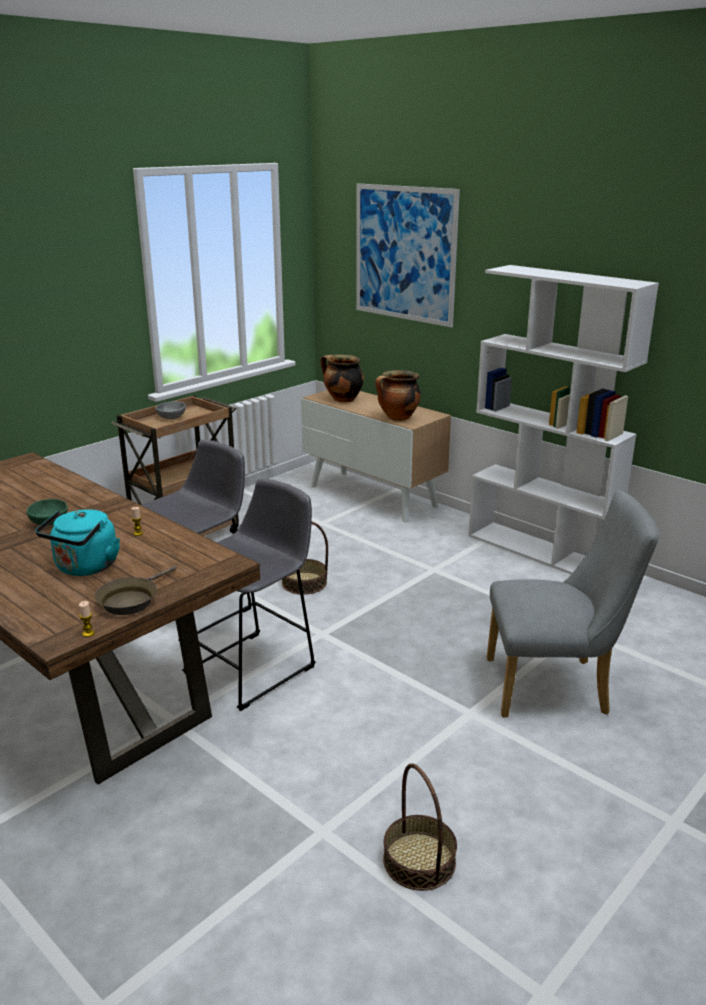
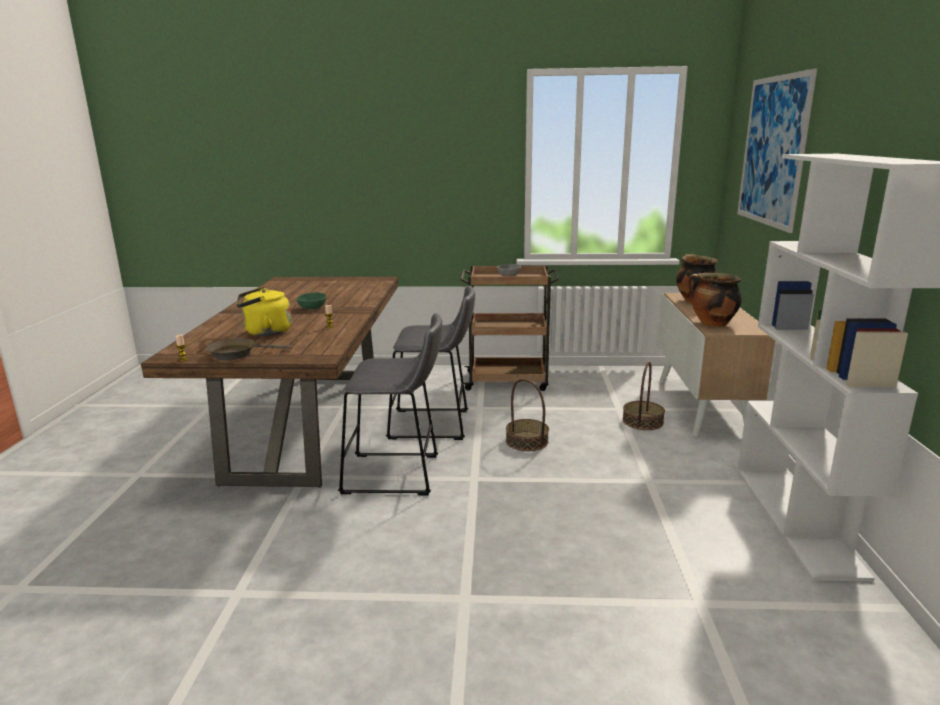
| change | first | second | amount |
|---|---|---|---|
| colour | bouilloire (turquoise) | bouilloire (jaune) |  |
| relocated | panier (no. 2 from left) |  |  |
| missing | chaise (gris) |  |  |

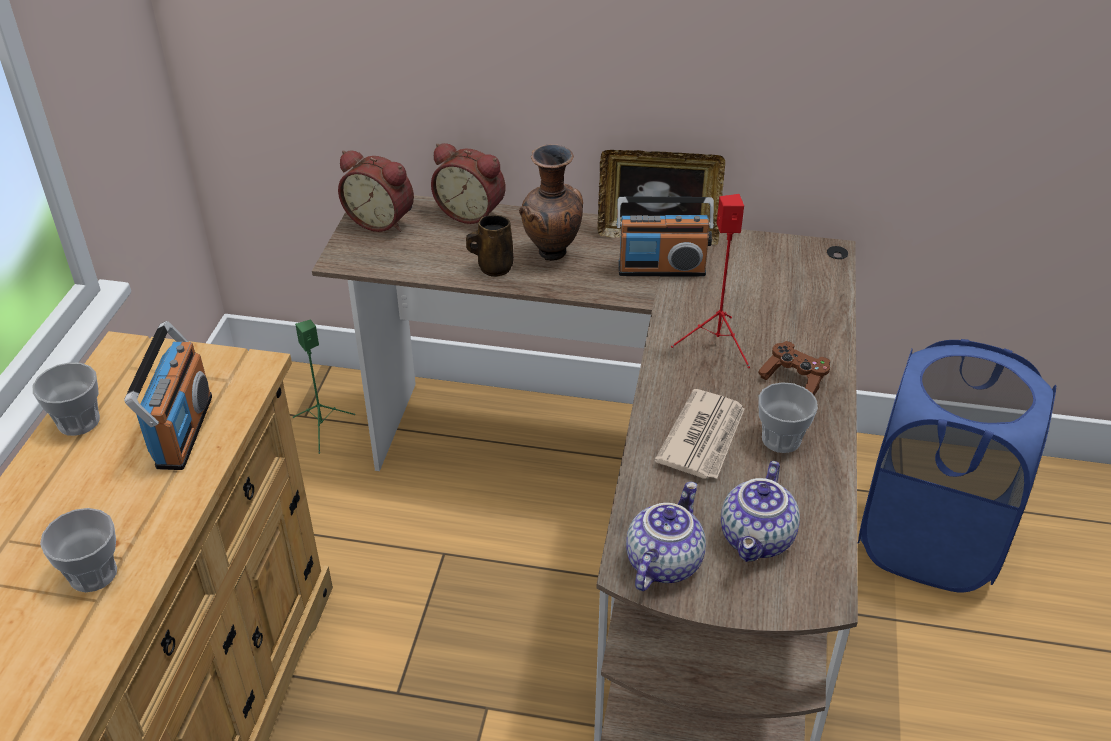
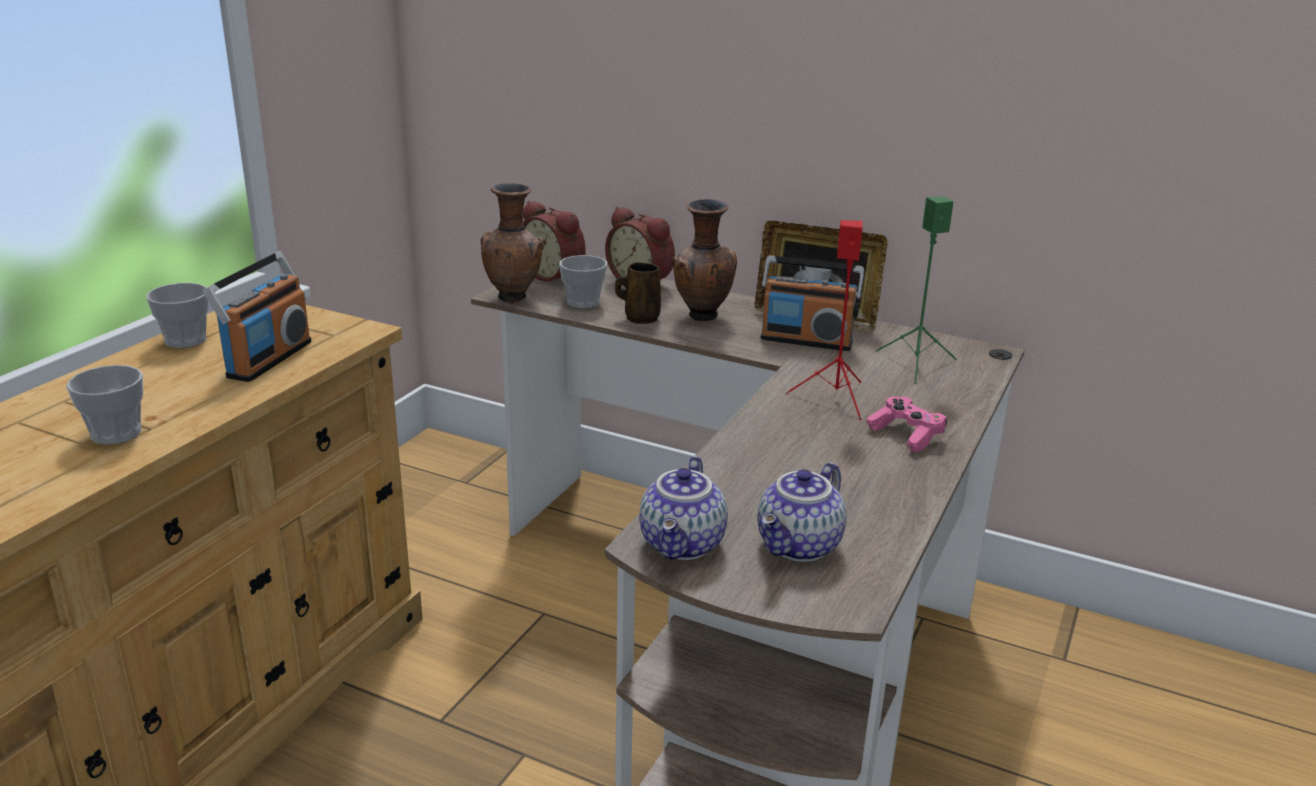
| change | first | second | amount |
|---|---|---|---|
| appeared |  | vase (marron) (no. 1 from left) |  |
| relocated | tasse (no. 3 from left) |  |  |
| spun | théière (no. 1 from left) |  | 150 degrees clockwise |
| colour | manette (marron) | manette (rose) |  |
| relocated | enceinte (vert) |  |  |
| missing | journal |  |  |
| missing | panier à linge (bleu) |  |  |

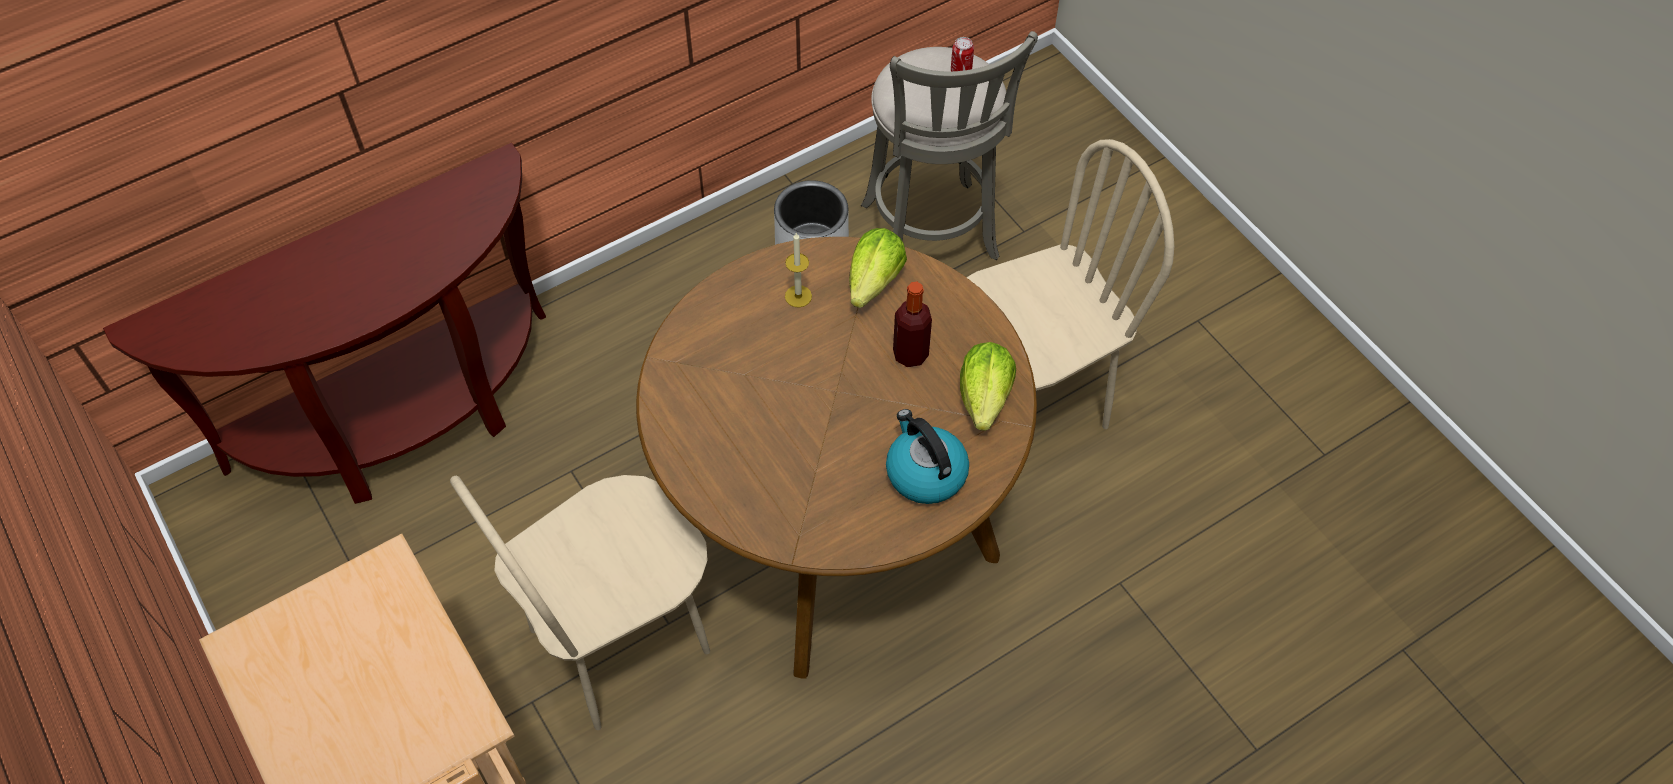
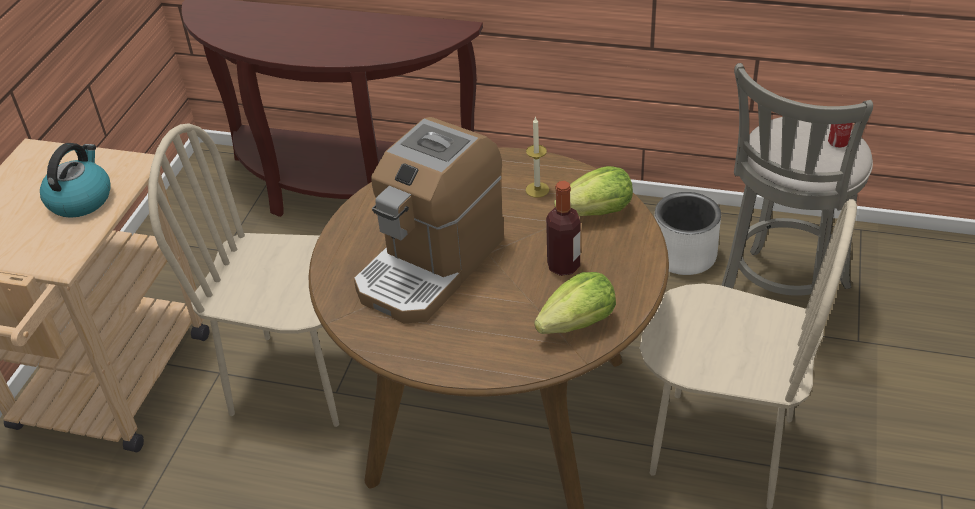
| change | first | second | amount |
|---|---|---|---|
| relocated | bouilloire |  |  |
| appeared |  | machine à café |  |

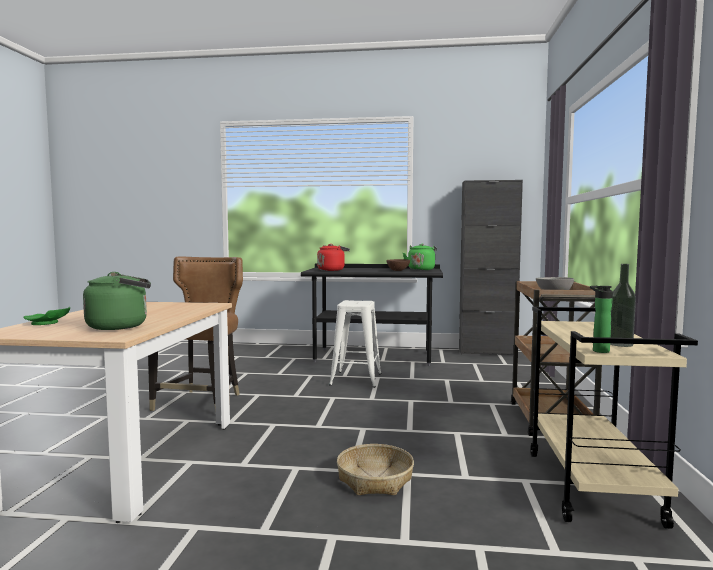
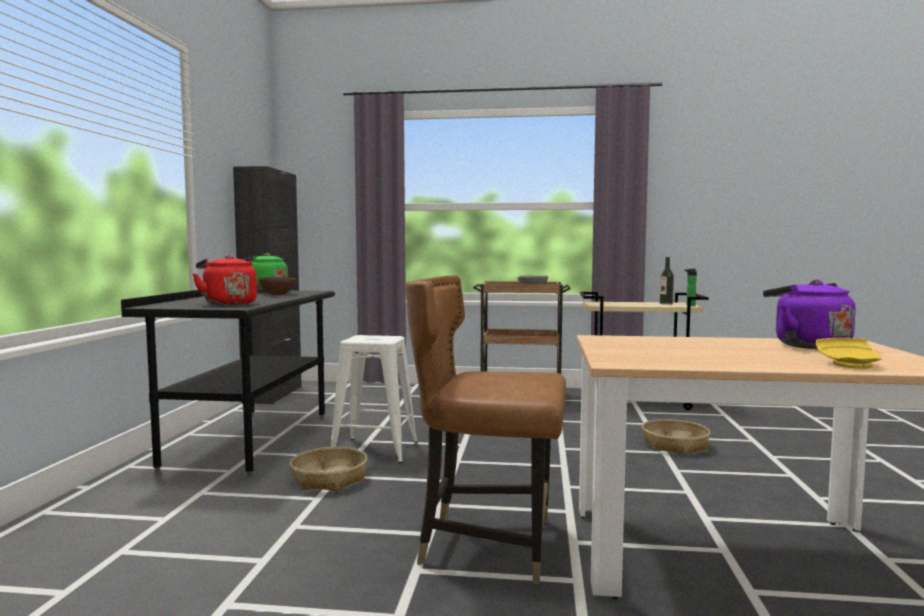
| change | first | second | amount |
|---|---|---|---|
| appeared |  | panier (no. 1 from left) |  |
| colour | bouilloire (vert) (no. 1 from left) | bouilloire (violet) |  |
| colour | assiette (vert) | assiette (jaune) |  |

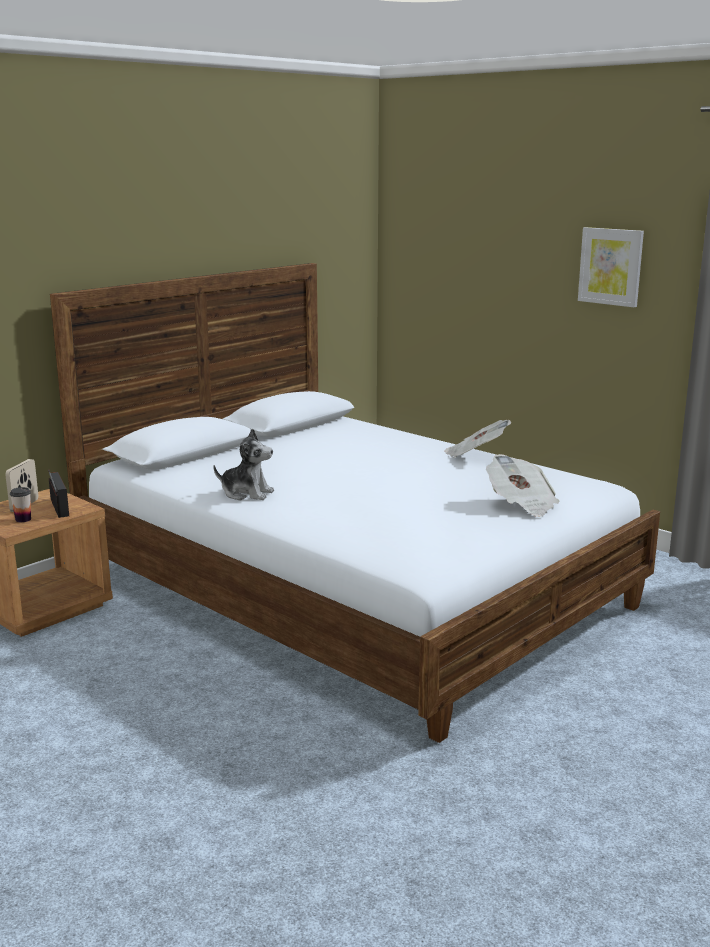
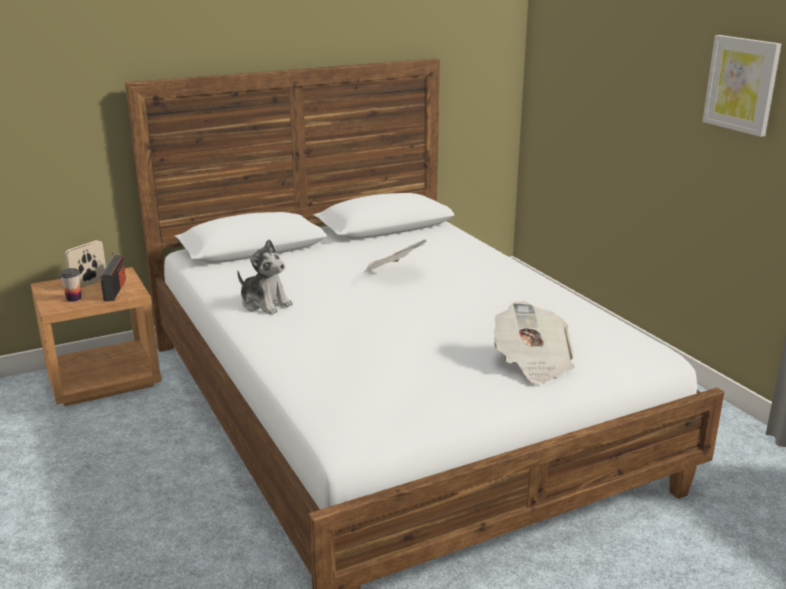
| change | first | second | amount |
|---|---|---|---|
| relocated | journal (no. 1 from left) |  |  |

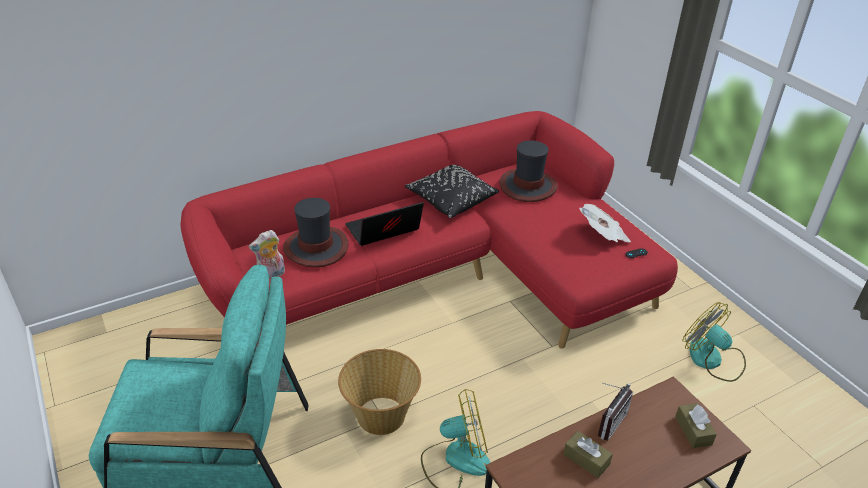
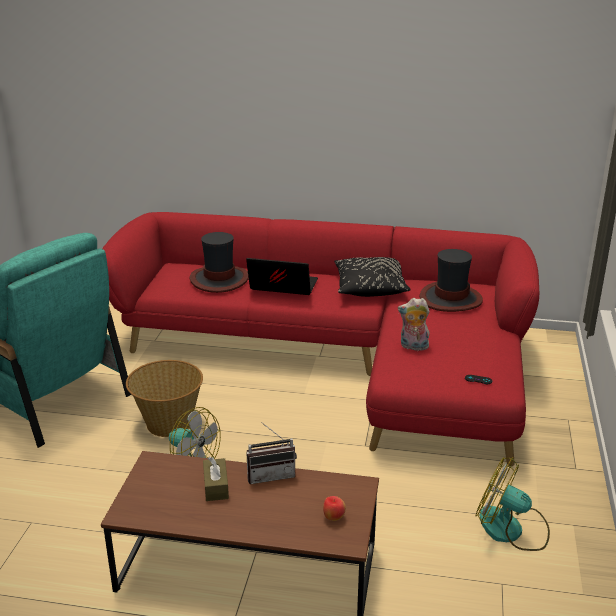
| change | first | second | amount |
|---|---|---|---|
| exchanged | boîte à mouchoirs (marron) (no. 2 from left) | pomme |  |
| relocated | peluche |  |  |
| spun | ventilateur (no. 2 from left) |  | 60 degrees counterclockwise |
| missing | journal |  |  |

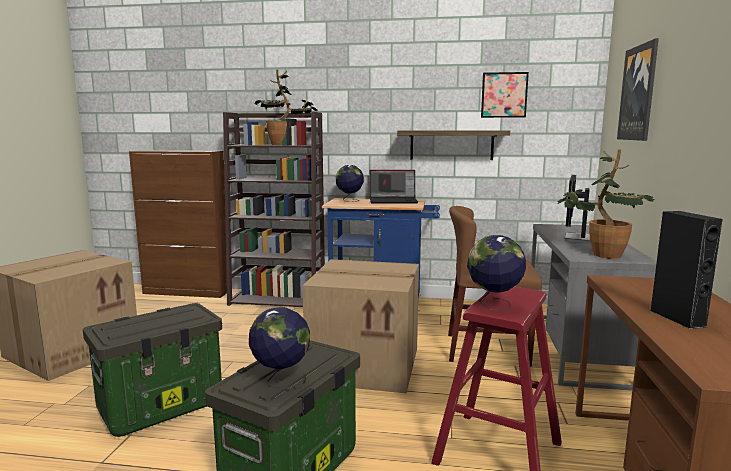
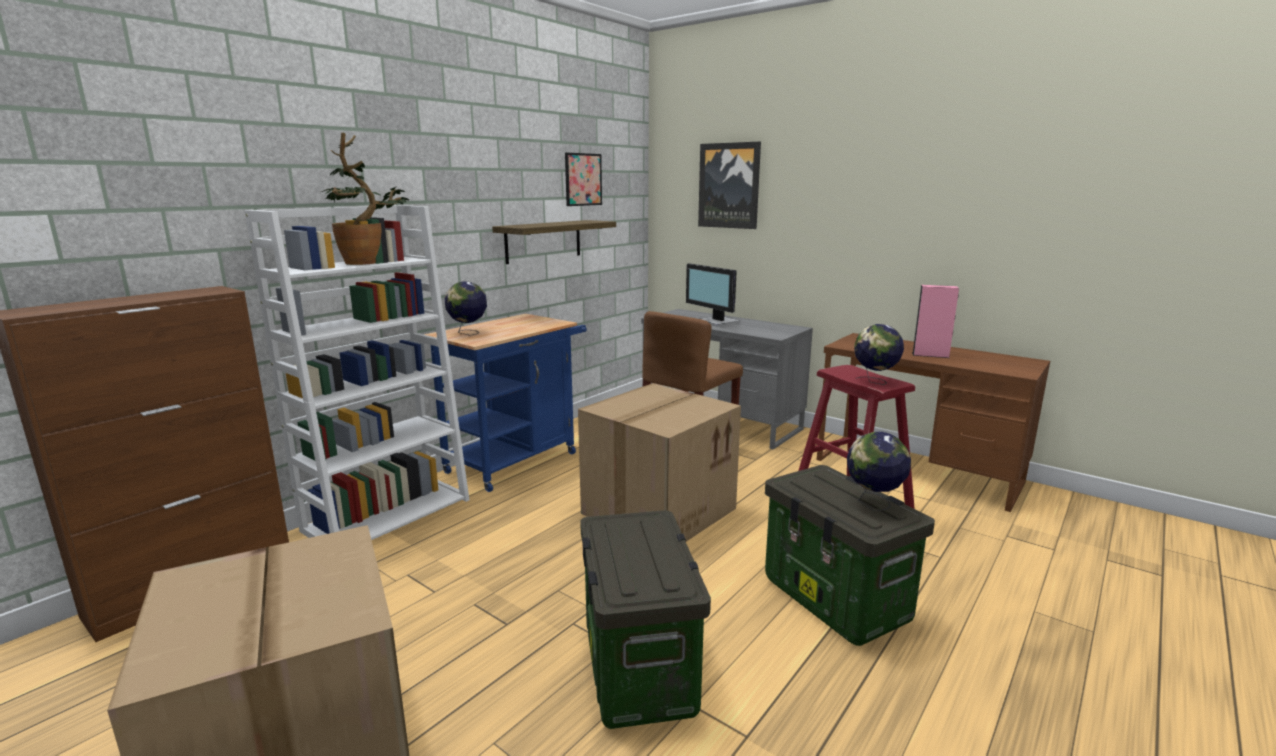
| change | first | second | amount |
|---|---|---|---|
| colour | bibliothèque (marron) | bibliothèque (blanc) |  |
| colour | enceinte (noir) | enceinte (rose) |  |
| missing | ordinateur portable |  |  |
| missing | plante en pot (no. 2 from left) |  |  |

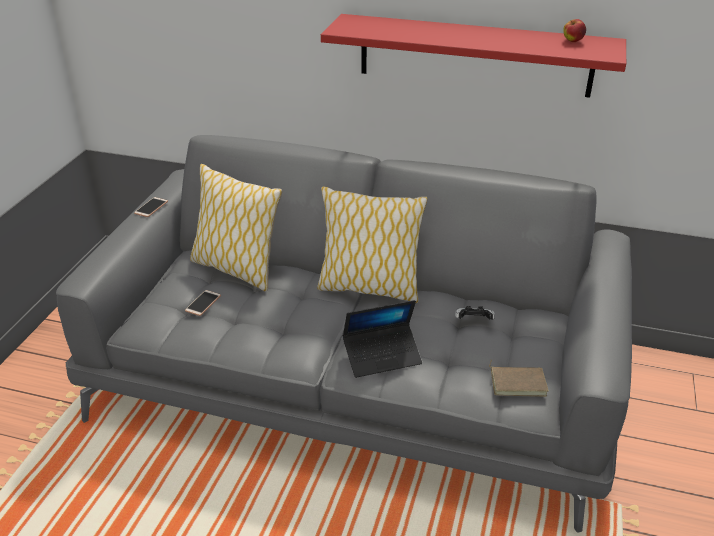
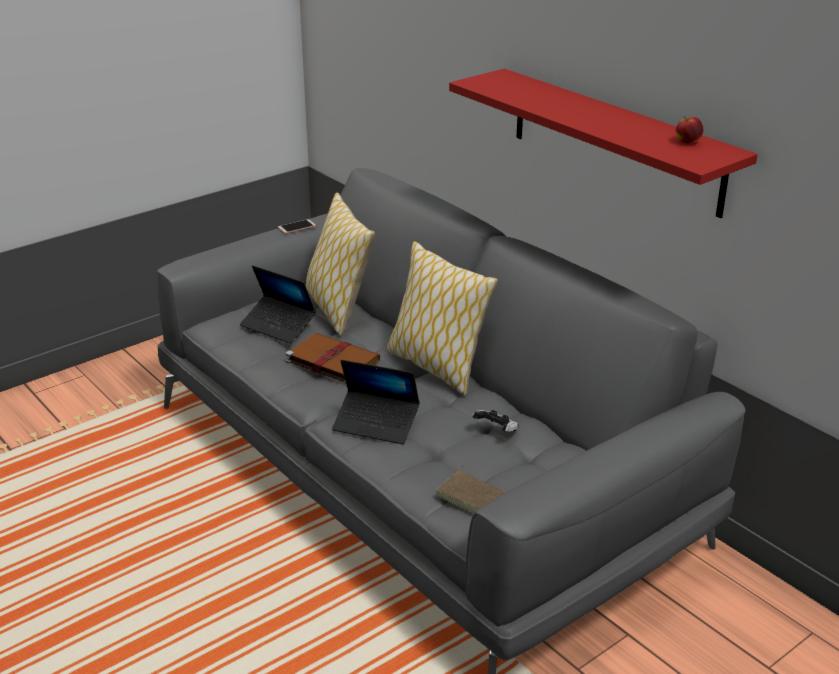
| change | first | second | amount |
|---|---|---|---|
| exchanged | téléphone (no. 2 from left) | ordinateur portable (no. 1 from left) |  |
| appeared |  | livre (marron) (no. 1 from left) |  |

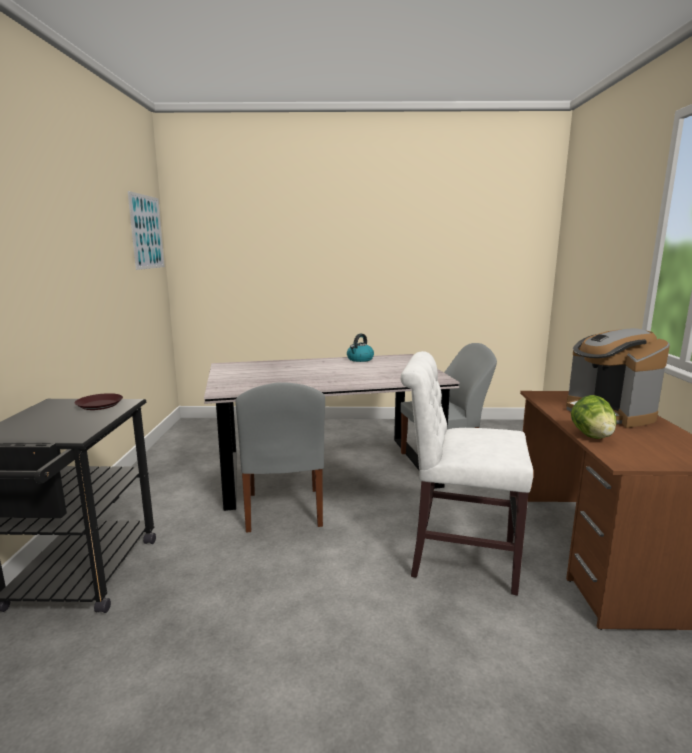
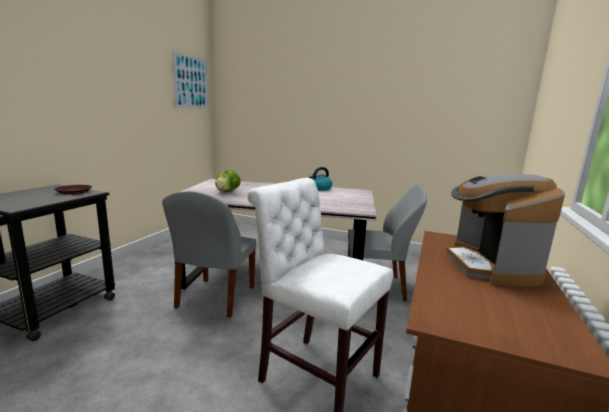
| change | first | second | amount |
|---|---|---|---|
| relocated | laitue |  |  |

